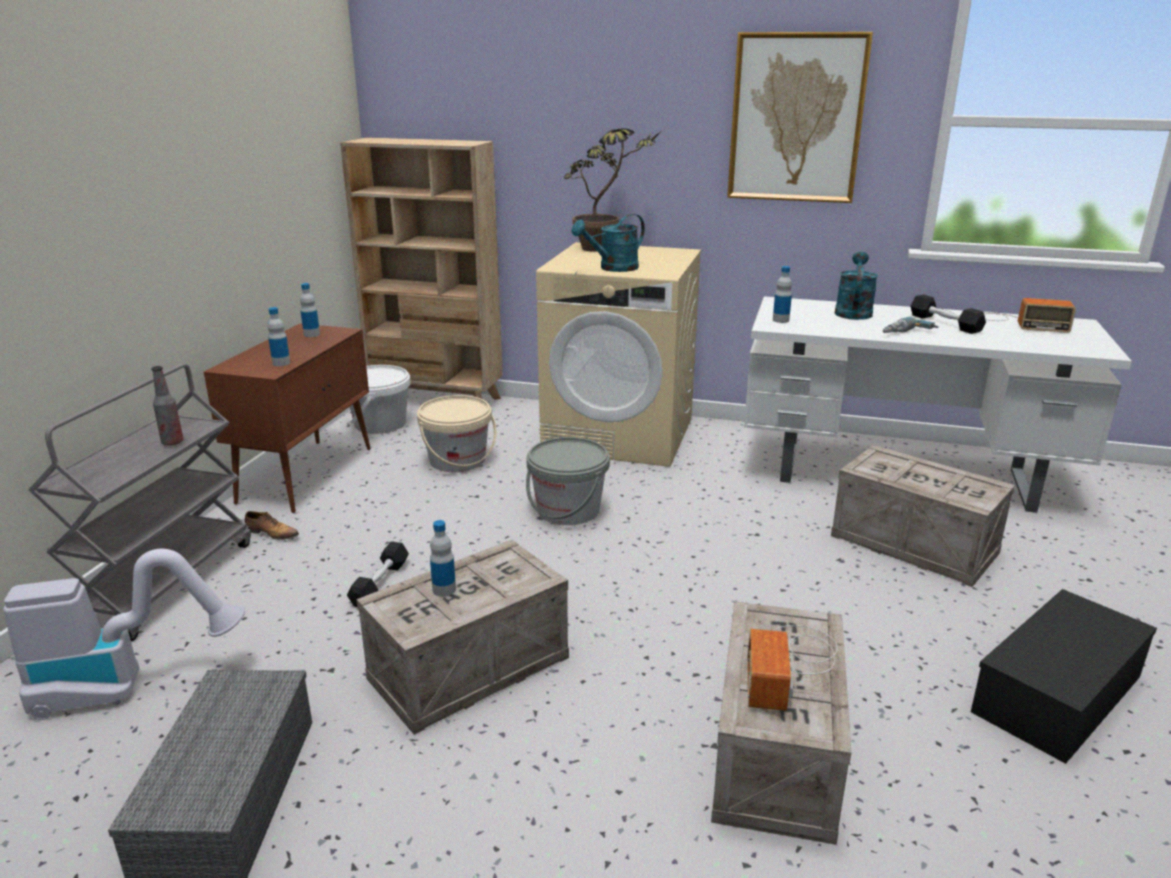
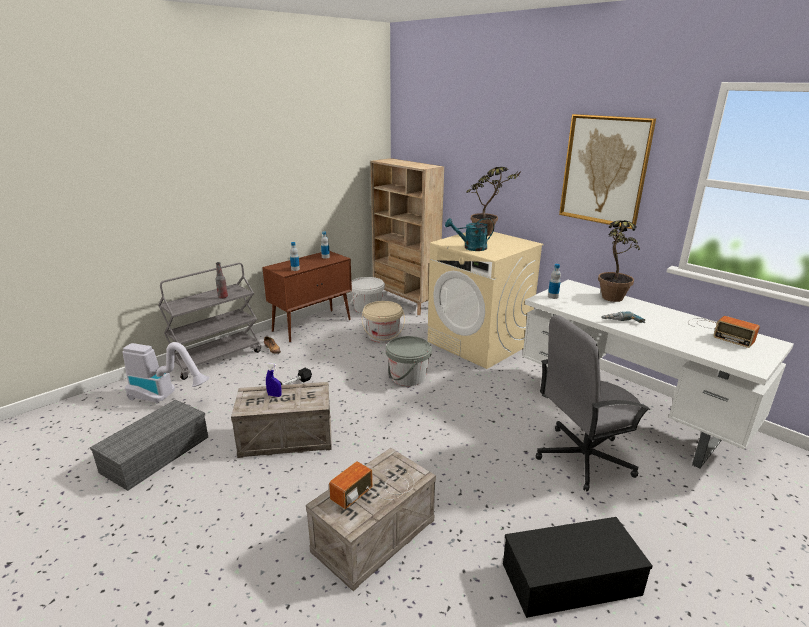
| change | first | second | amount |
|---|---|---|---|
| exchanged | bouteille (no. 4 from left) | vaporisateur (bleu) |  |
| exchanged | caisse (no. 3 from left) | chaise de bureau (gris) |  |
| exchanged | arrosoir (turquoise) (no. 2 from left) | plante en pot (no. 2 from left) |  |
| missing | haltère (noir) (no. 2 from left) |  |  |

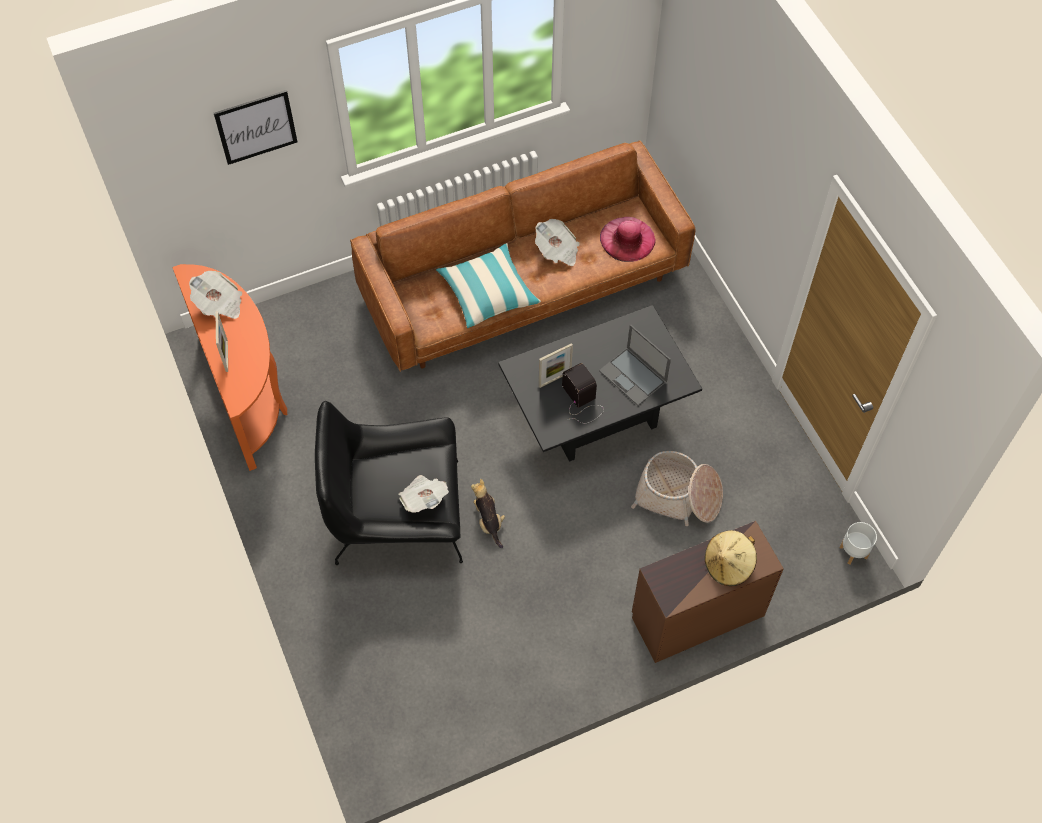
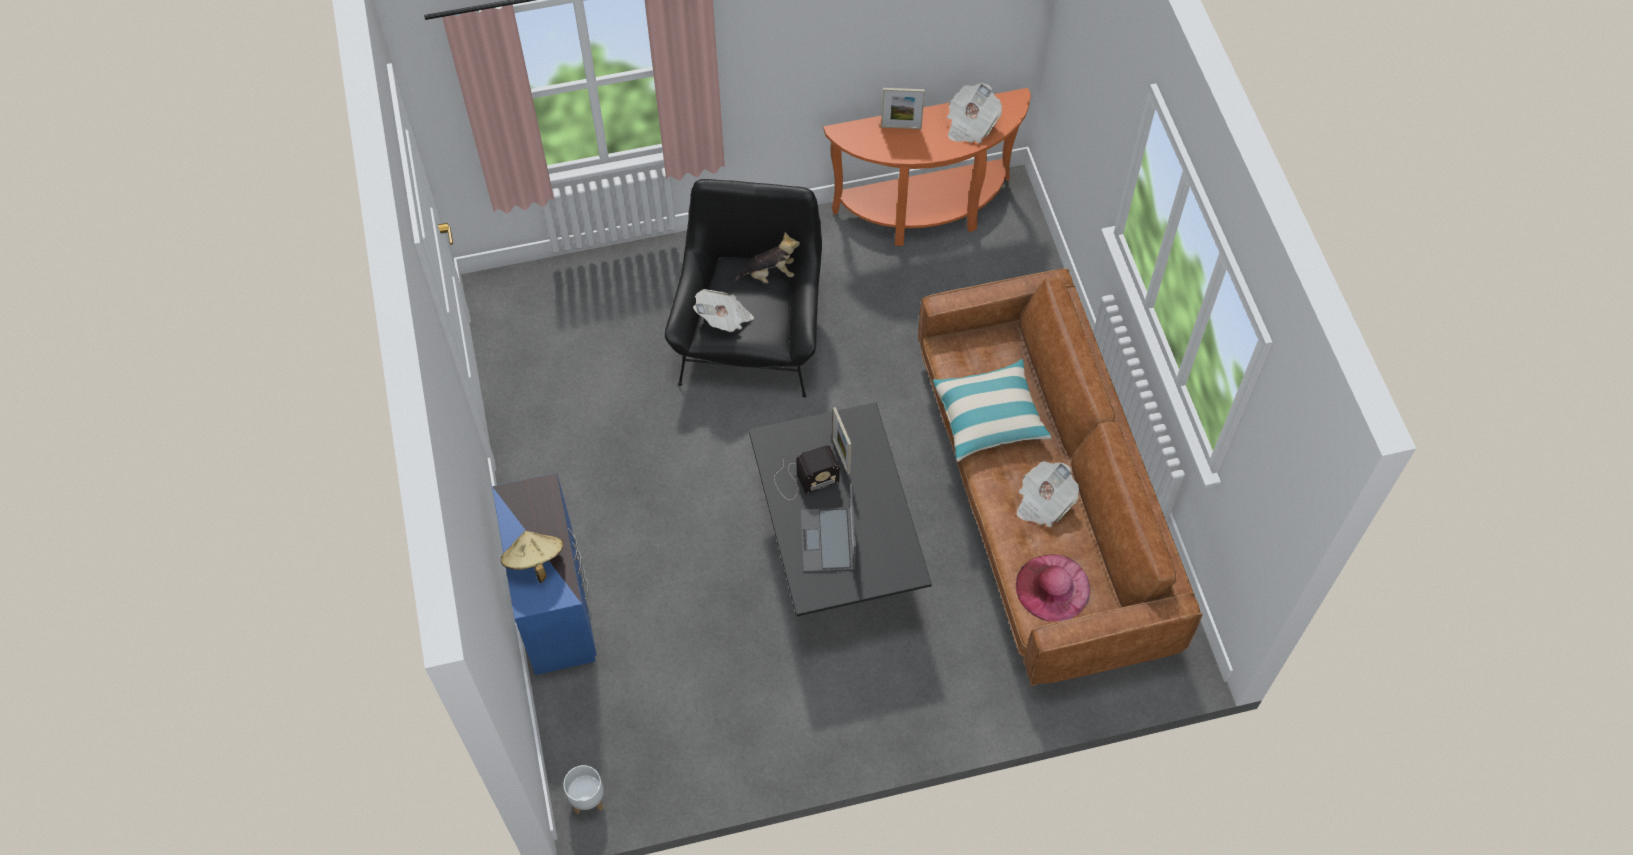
| change | first | second | amount |
|---|---|---|---|
| colour | commode (marron) | commode (bleu) |  |
| relocated | peluche |  |  |
| spun | ordinateur portable |  | 60 degrees counterclockwise |
| missing | tableau |  |  |
| missing | panier |  |  |

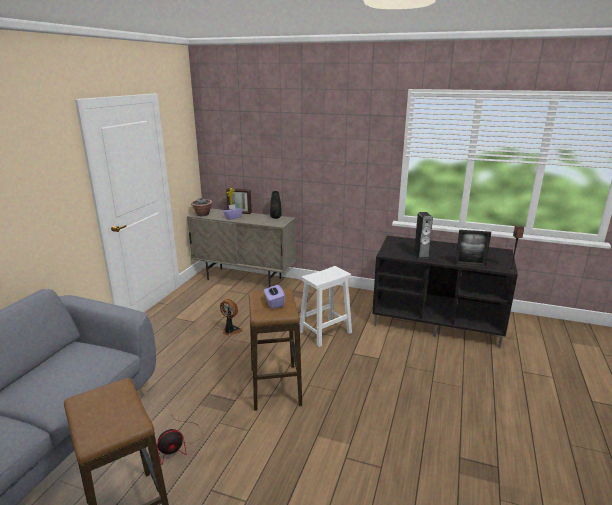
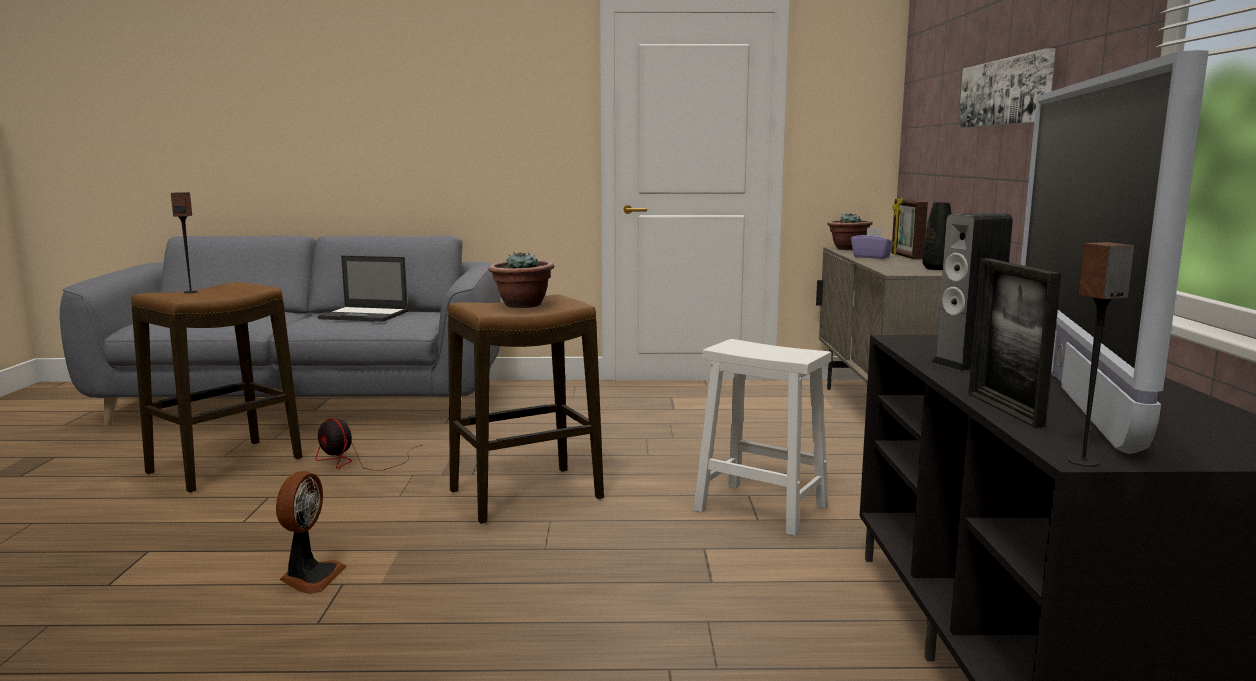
| change | first | second | amount |
|---|---|---|---|
| appeared |  | enceinte (no. 1 from left) |  |
| relocated | ventilateur (no. 2 from left in the first image) | ventilateur (no. 1 from left) |  |
| appeared |  | ordinateur portable |  |
| exchanged | boîte à mouchoirs (violet) (no. 2 from left) | plante en pot (no. 1 from left) |  |
| appeared |  | tableau |  |
| appeared |  | téléviseur |  |

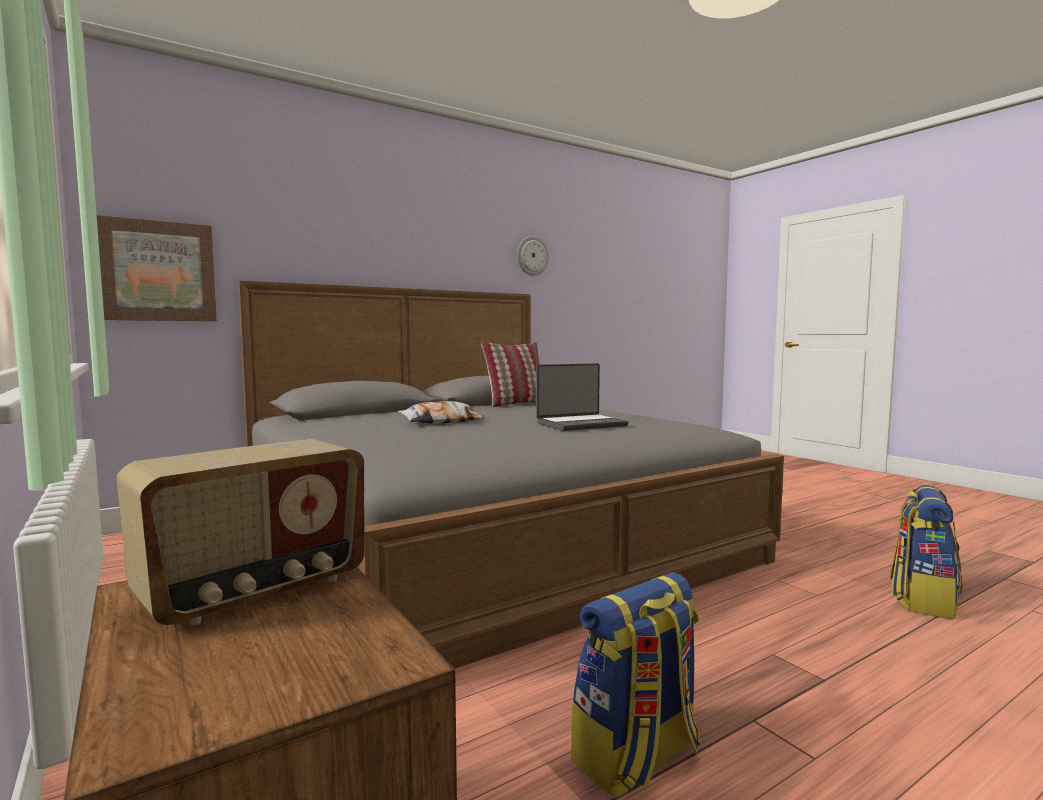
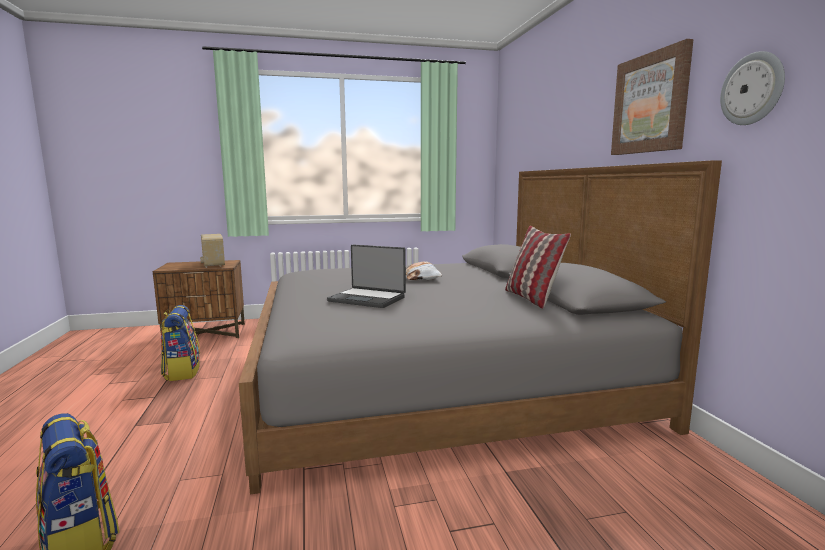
| change | first | second | amount |
|---|---|---|---|
| spun | ordinateur portable |  | 60 degrees counterclockwise |
| relocated | tableau |  |  |

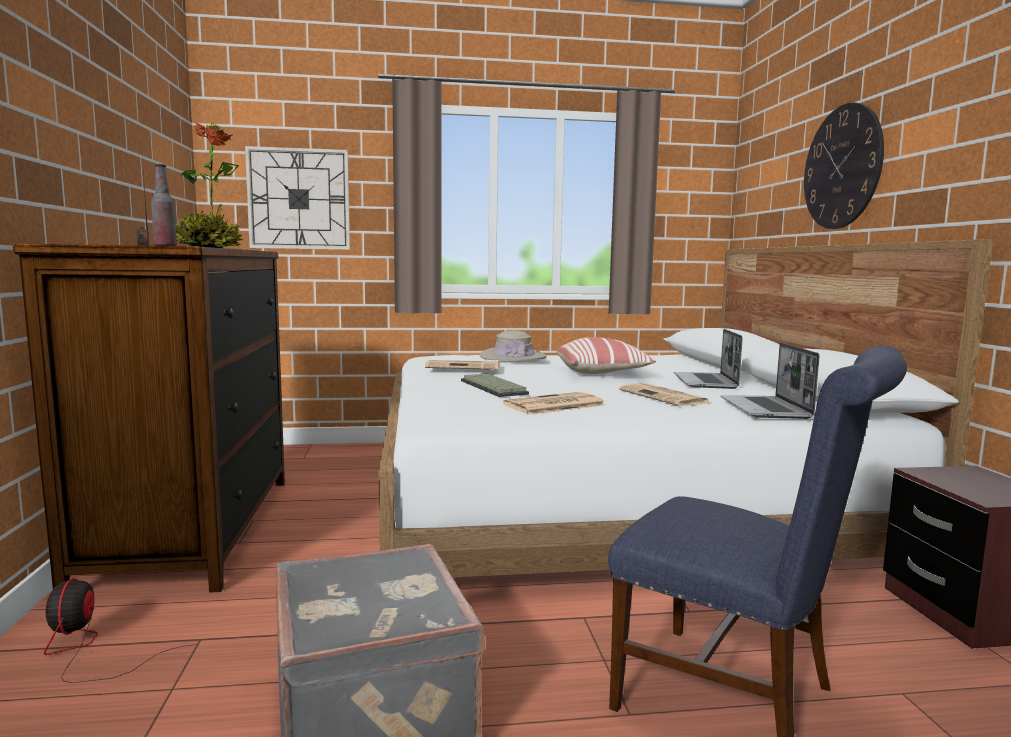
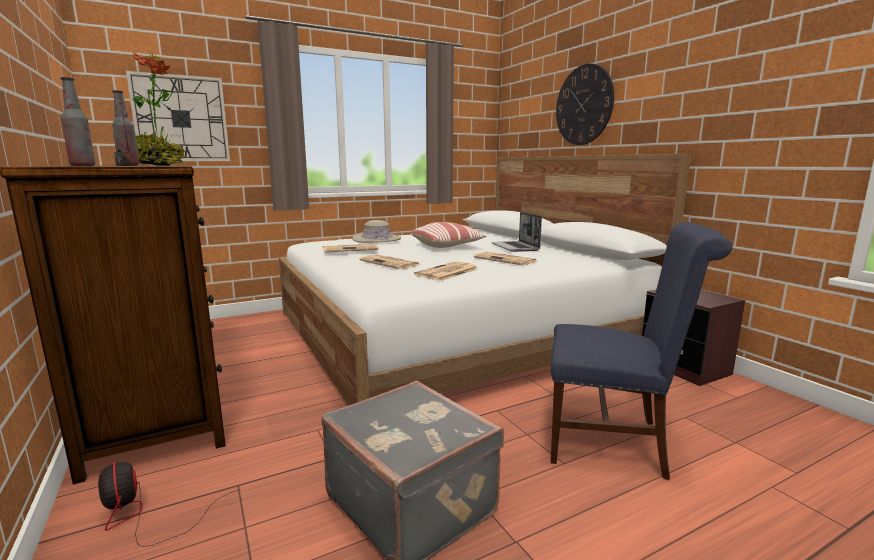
| change | first | second | amount |
|---|---|---|---|
| appeared |  | bouteille (no. 1 from left) |  |
| exchanged | clavier | journal (no. 2 from left) |  |
| missing | ordinateur portable (no. 2 from left) |  |  |

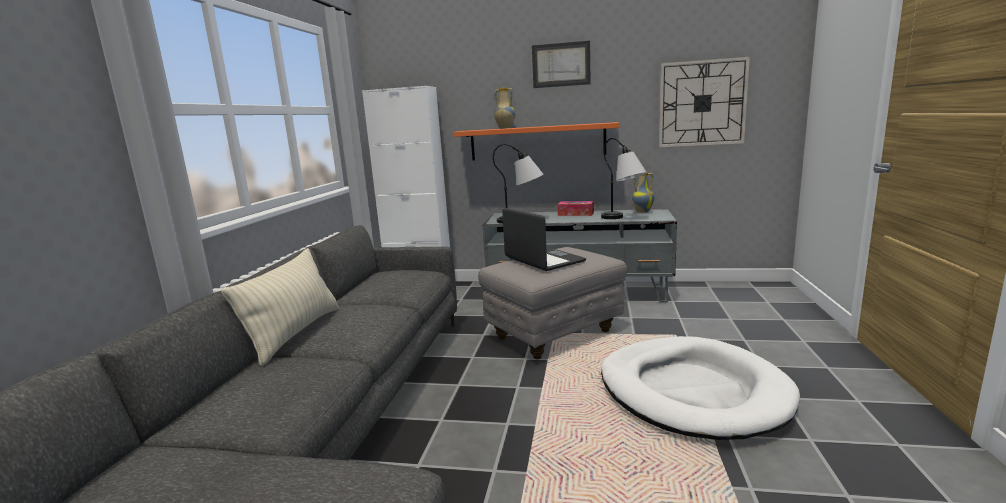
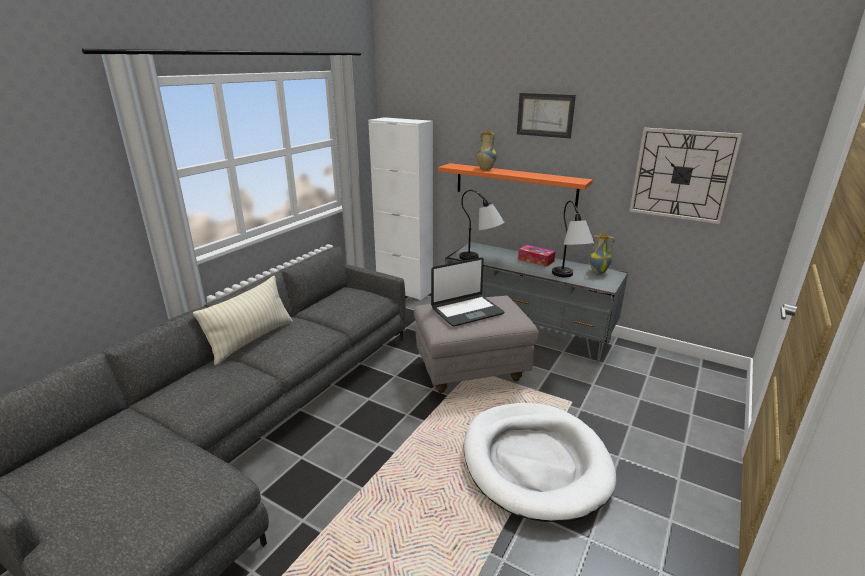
| change | first | second | amount |
|---|---|---|---|
| spun | ordinateur portable |  | 75 degrees clockwise |

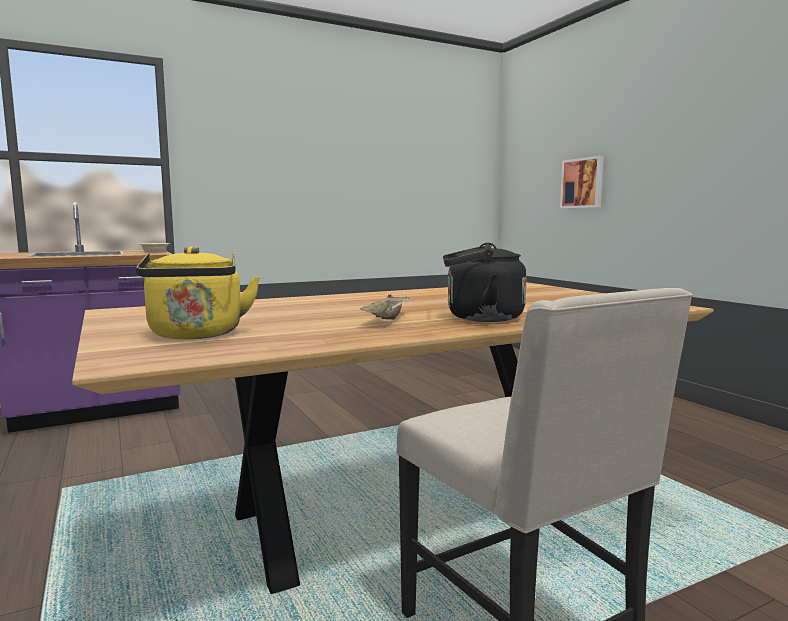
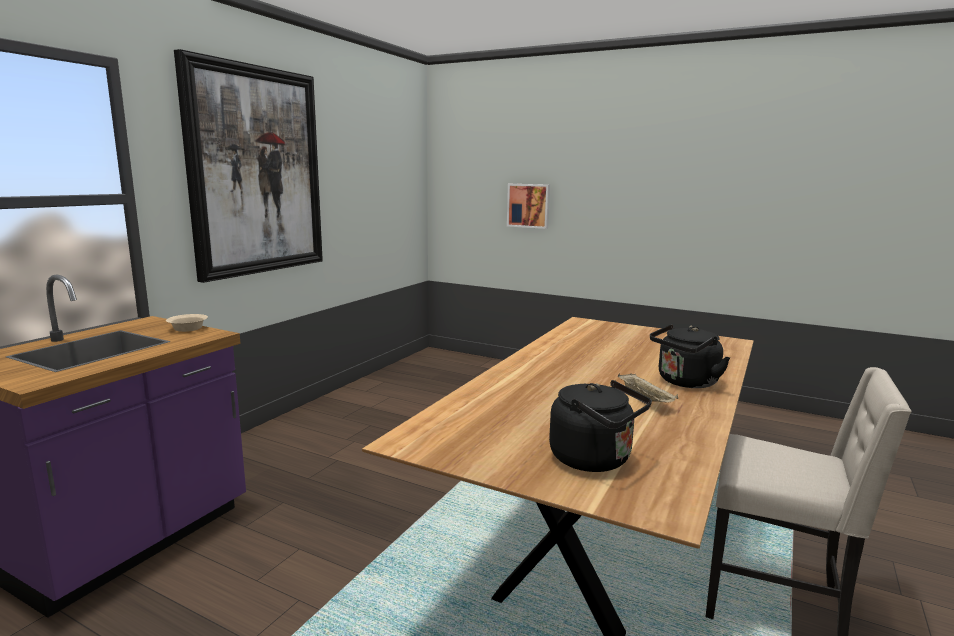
| change | first | second | amount |
|---|---|---|---|
| appeared |  | tableau (no. 1 from left) |  |
| colour | bouilloire (jaune) | bouilloire (noir) (no. 1 from left) |  |

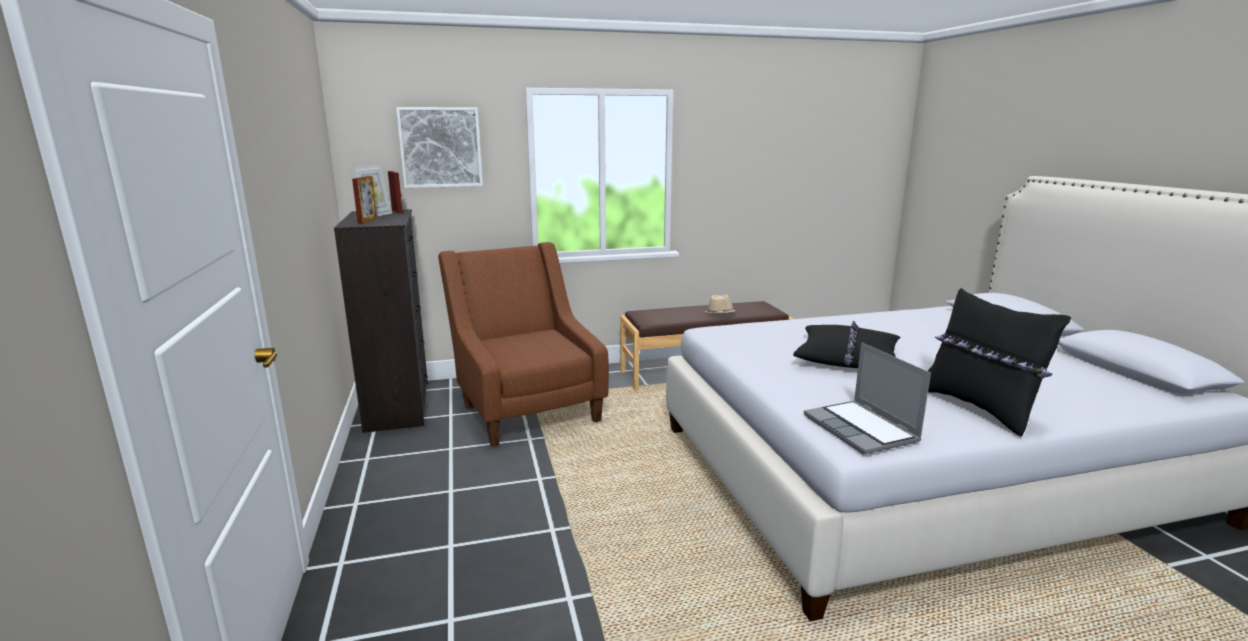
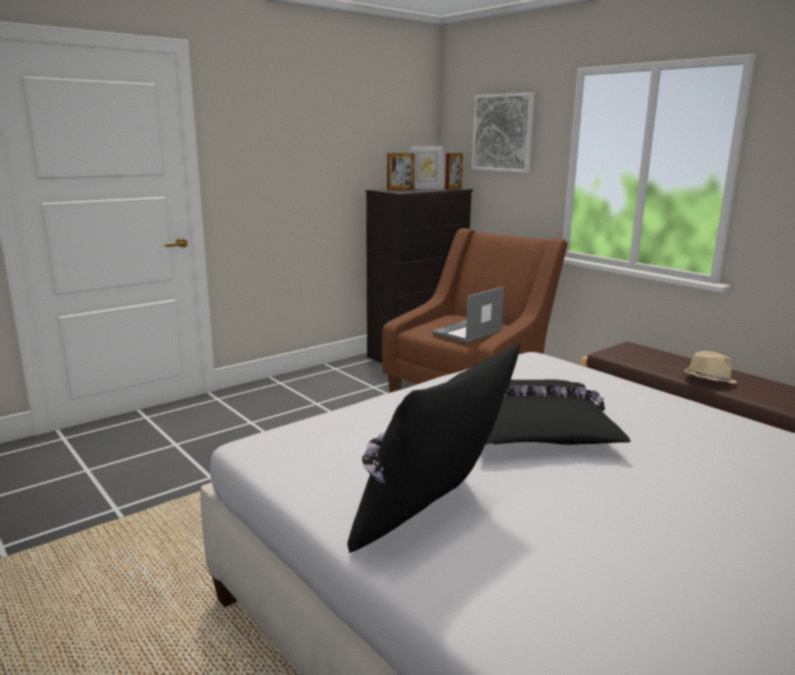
| change | first | second | amount |
|---|---|---|---|
| relocated | ordinateur portable |  |  |

